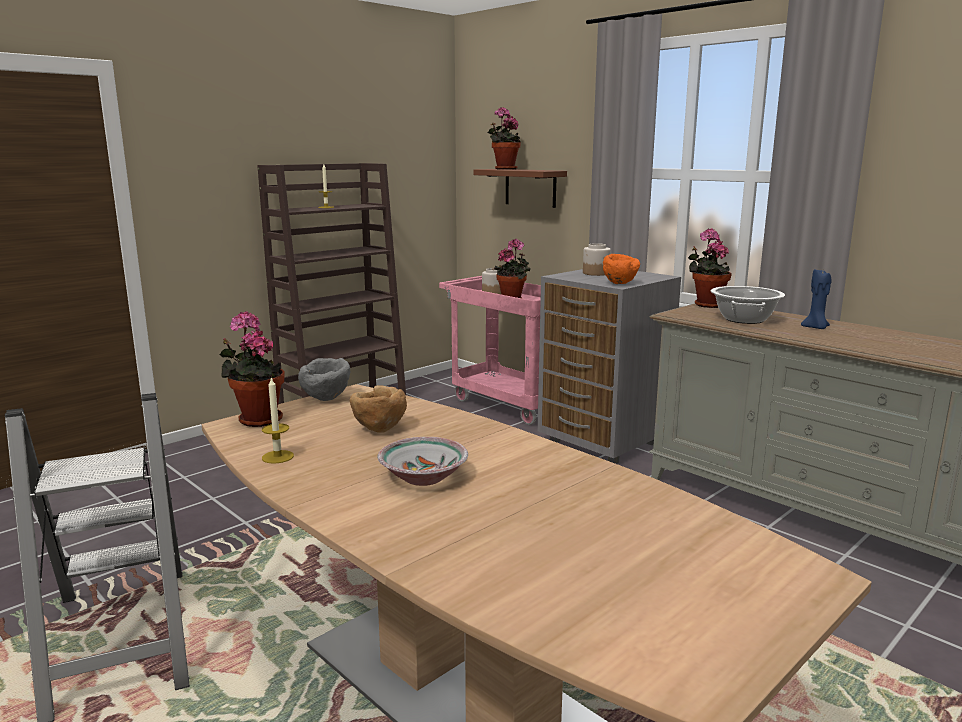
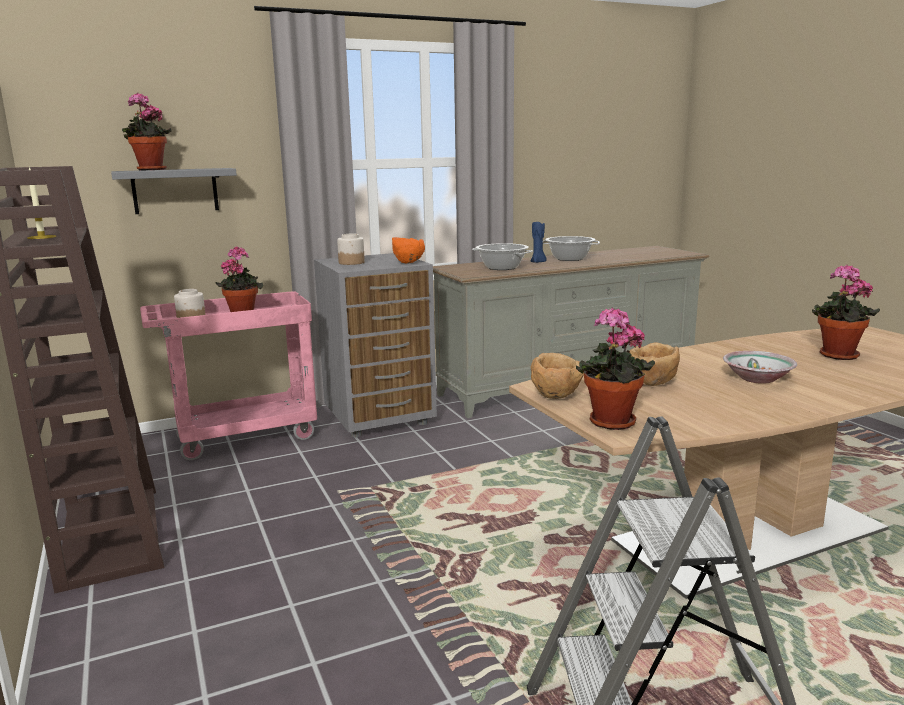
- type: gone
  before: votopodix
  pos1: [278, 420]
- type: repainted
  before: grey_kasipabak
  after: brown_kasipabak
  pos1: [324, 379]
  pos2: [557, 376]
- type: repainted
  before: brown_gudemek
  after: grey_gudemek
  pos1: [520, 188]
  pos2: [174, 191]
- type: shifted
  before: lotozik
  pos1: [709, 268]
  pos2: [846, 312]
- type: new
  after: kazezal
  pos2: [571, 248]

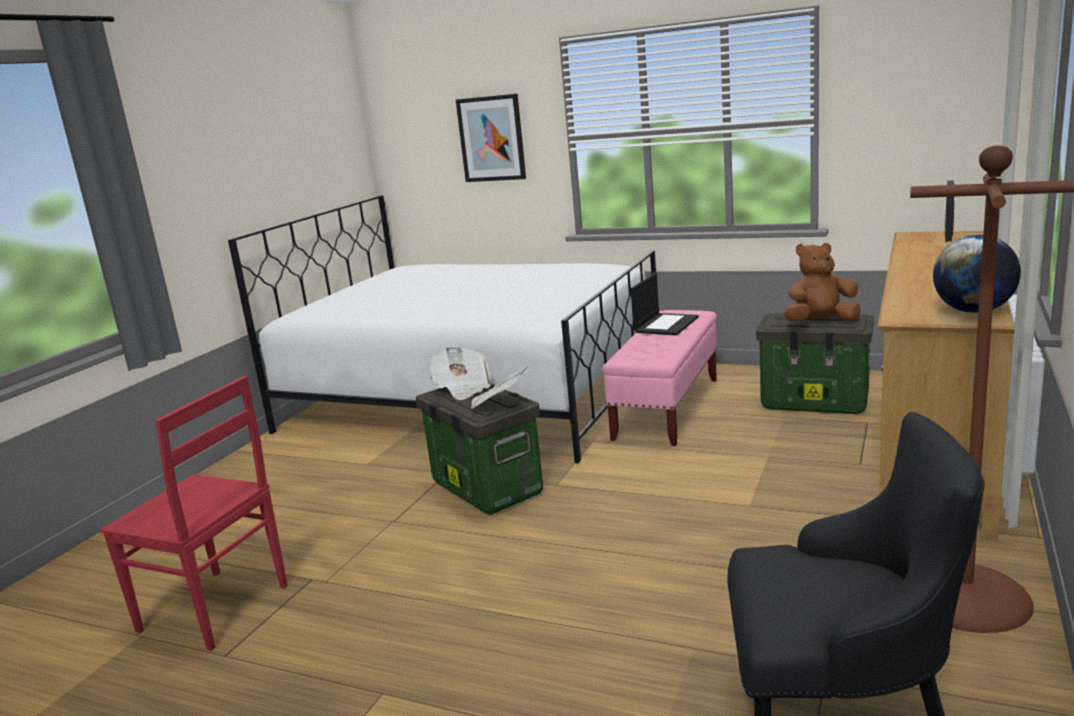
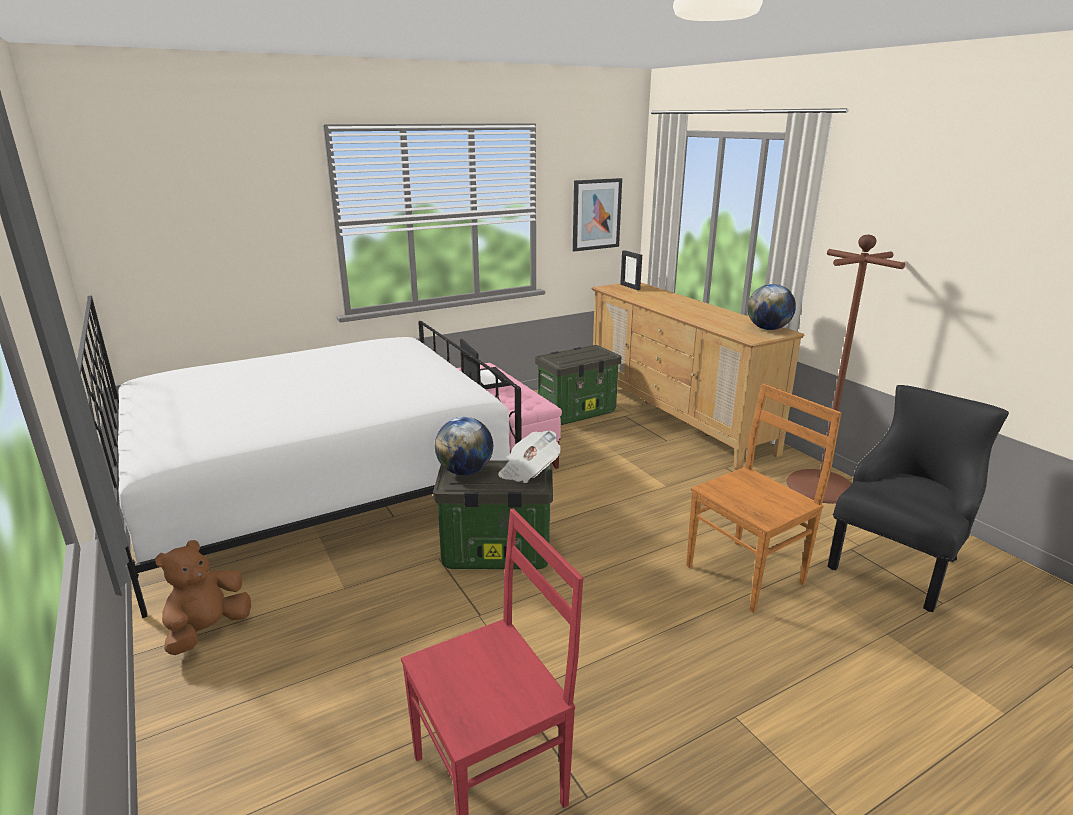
- type: swapped
  before: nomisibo
  after: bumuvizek
  pos1: [460, 373]
  pos2: [464, 446]
- type: shifted
  before: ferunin
  pos1: [491, 138]
  pos2: [597, 214]
- type: shifted
  before: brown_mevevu
  pos1: [822, 282]
  pos2: [203, 597]
- type: new
  after: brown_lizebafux
  pos2: [764, 498]

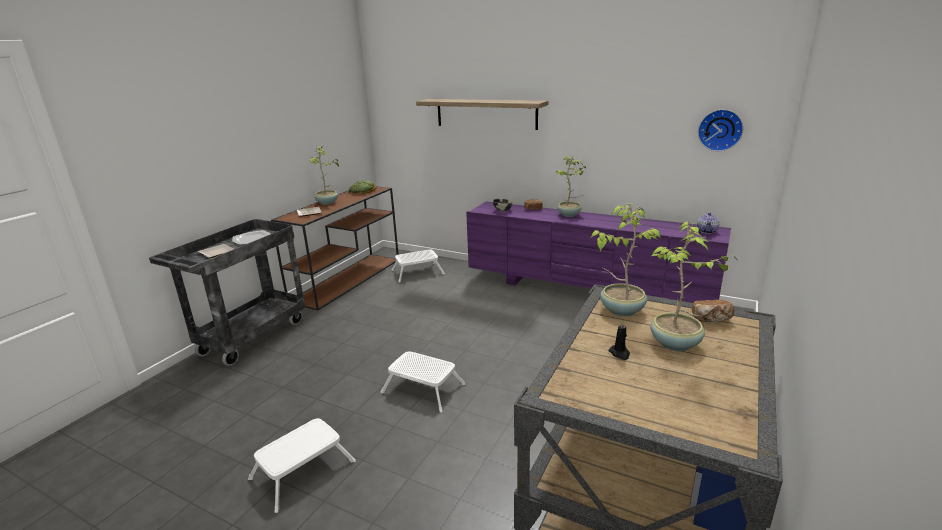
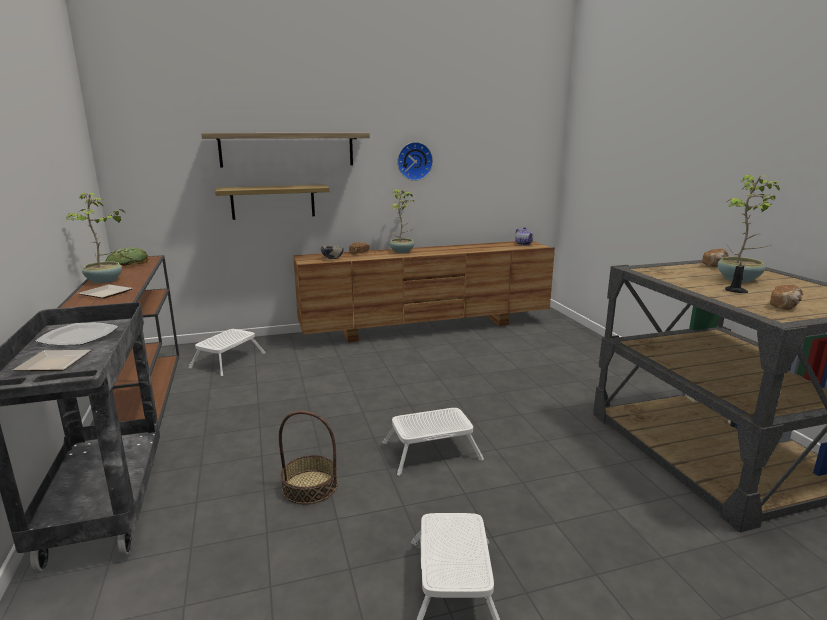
- type: repainted
  before: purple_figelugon
  after: brown_figelugon
  pos1: [598, 252]
  pos2: [424, 291]
- type: gone
  before: lotozik
  pos1: [626, 260]
- type: shifted
  before: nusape
  pos1: [720, 130]
  pos2: [415, 161]
- type: new
  after: gudemek
  pos2: [272, 202]
- type: new
  after: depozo
  pos2: [308, 458]
- type: new
  after: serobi
  pos2: [786, 297]

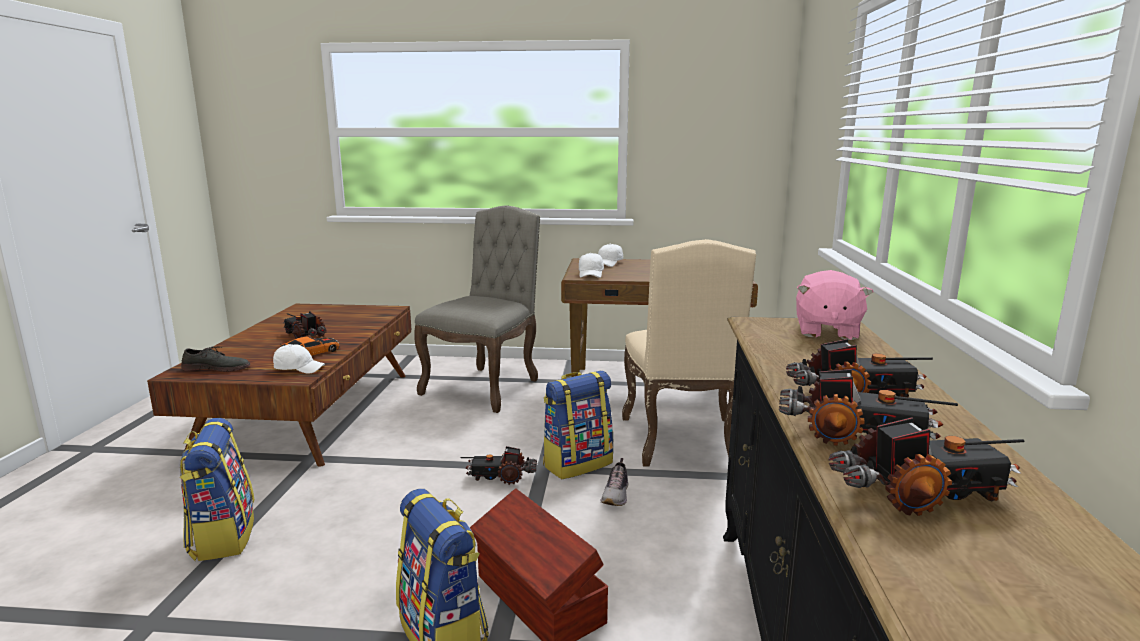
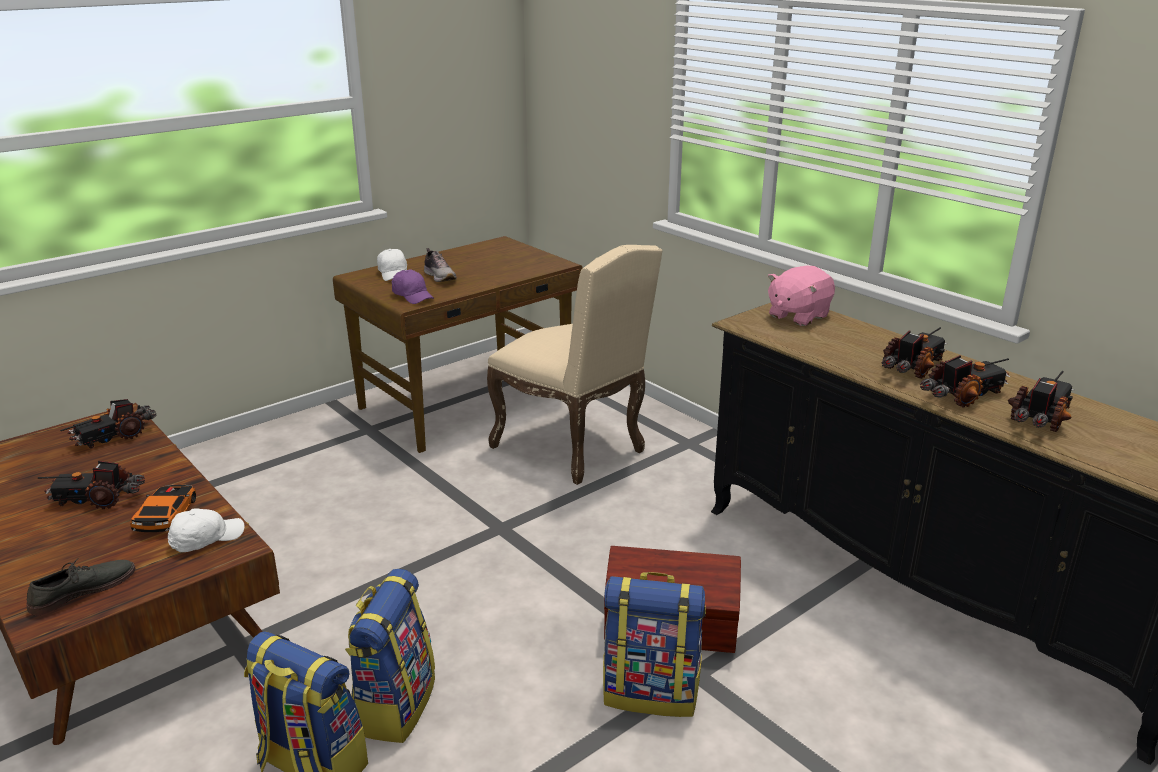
- type: gone
  before: grey_lizebafux
  pos1: [477, 309]
- type: shifted
  before: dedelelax
  pos1: [498, 465]
  pos2: [108, 423]
- type: shifted
  before: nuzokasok
  pos1: [578, 425]
  pos2: [390, 656]
- type: repainted
  before: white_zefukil
  after: purple_zefukil
  pos1: [591, 265]
  pos2: [413, 286]
- type: shifted
  before: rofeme
  pos1: [614, 482]
  pos2: [440, 265]
- type: rotated
  before: pink_mevevu
  pos1: [834, 305]
  pos2: [801, 295]
  turn: 75

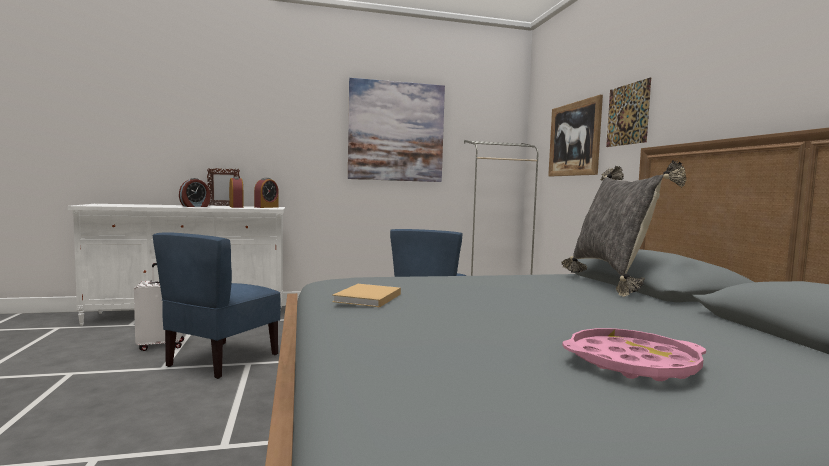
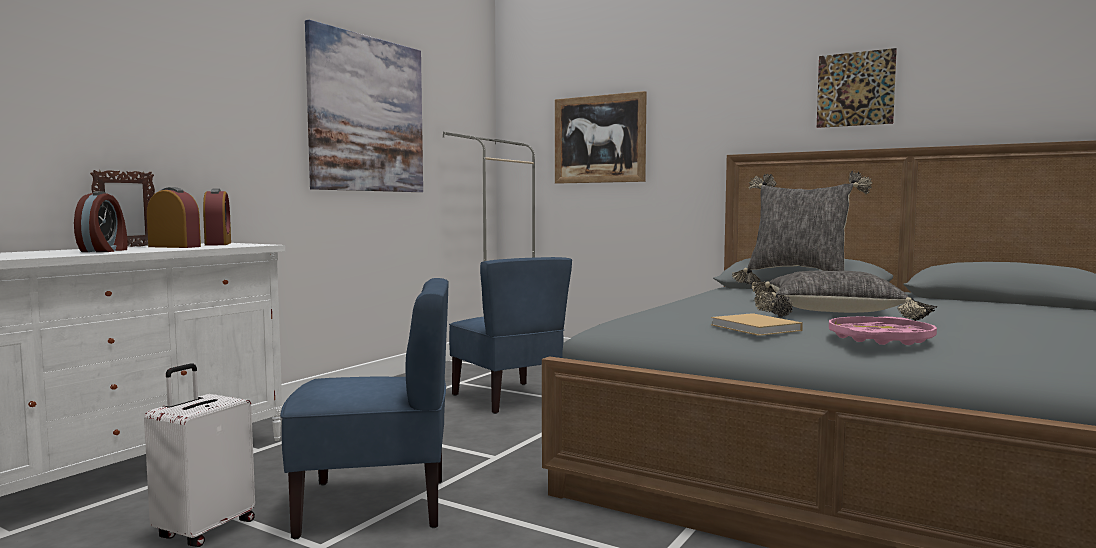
- type: rotated
  before: blue_lizebafux
  pos1: [217, 305]
  pos2: [364, 409]
  turn: -75
- type: shifted
  before: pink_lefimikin
  pos1: [634, 354]
  pos2: [883, 331]
- type: shifted
  before: ferunin
  pos1: [628, 112]
  pos2: [857, 88]
- type: new
  after: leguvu
  pos2: [844, 296]

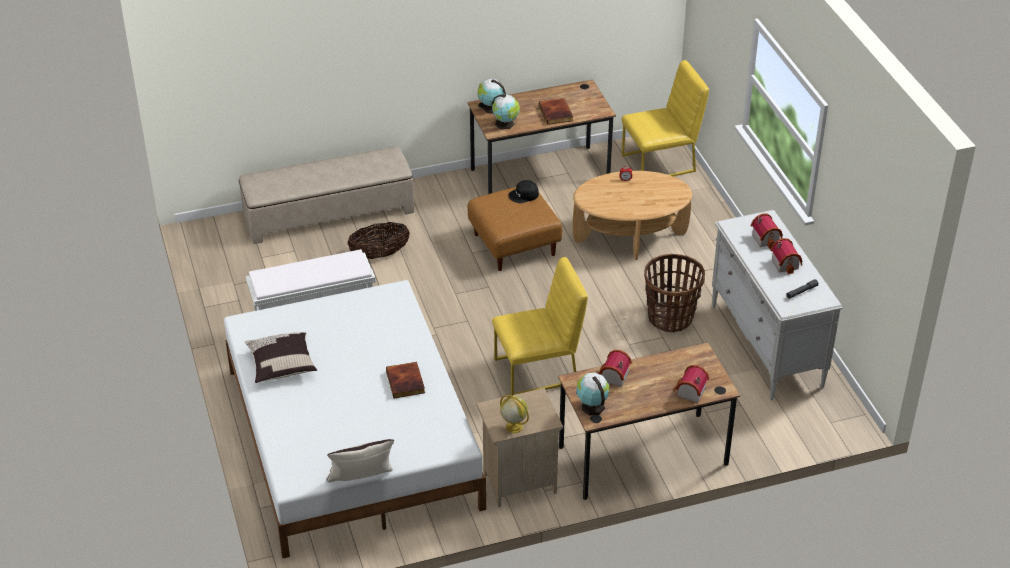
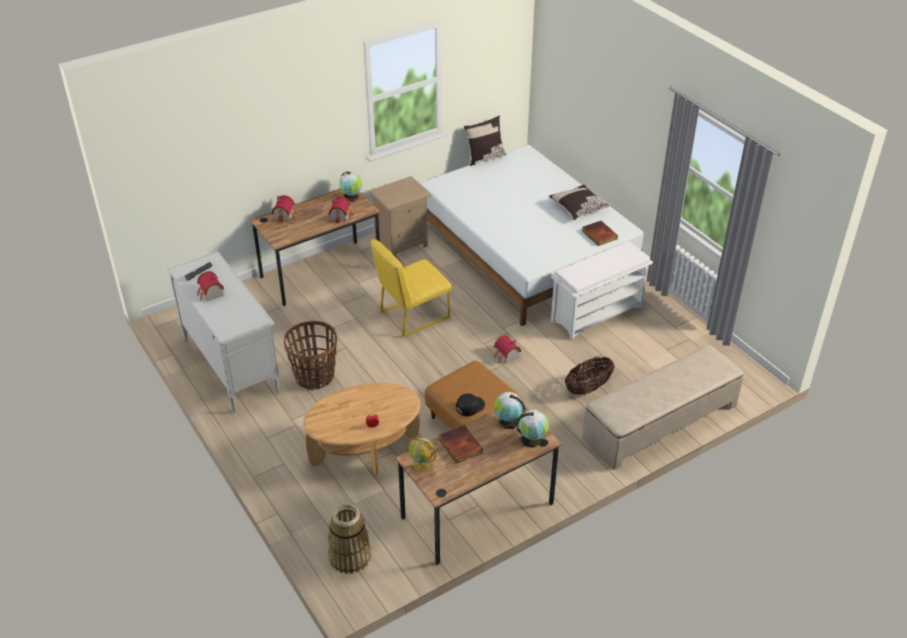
- type: shifted
  before: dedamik
  pos1: [405, 380]
  pos2: [600, 233]
- type: shifted
  before: bumuvizek
  pos1: [514, 414]
  pos2: [421, 455]
- type: swapped
  before: yellow_lizebafux
  after: depozo
  pos1: [665, 118]
  pos2: [349, 539]
- type: shifted
  before: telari
  pos1: [767, 231]
  pos2: [507, 349]

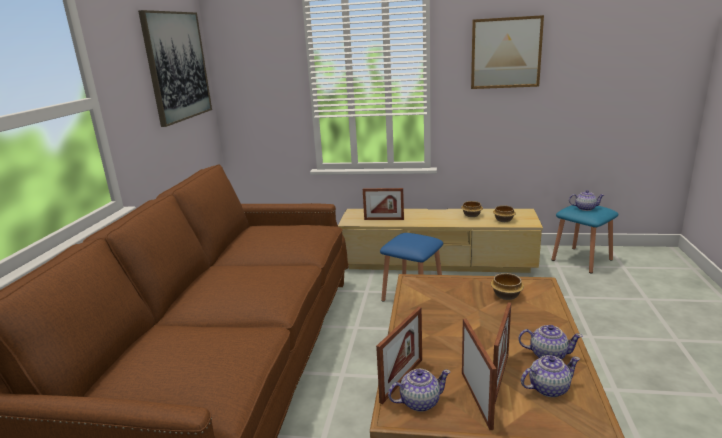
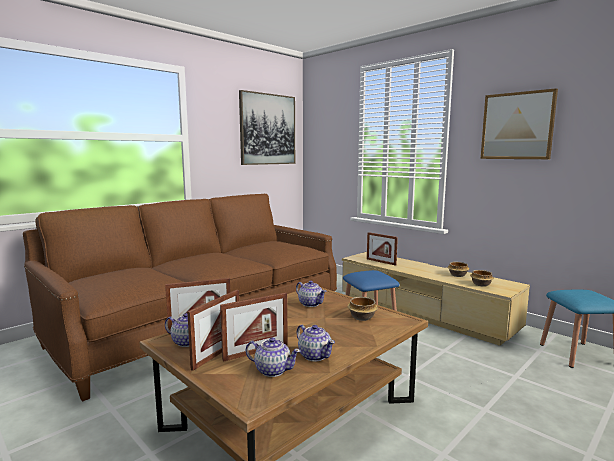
- type: shifted
  before: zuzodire
  pos1: [586, 200]
  pos2: [311, 294]

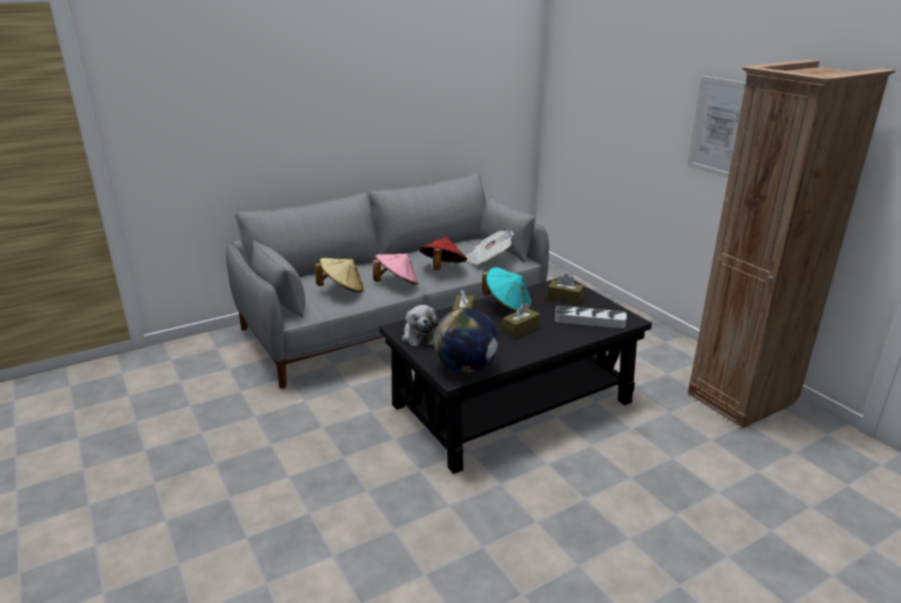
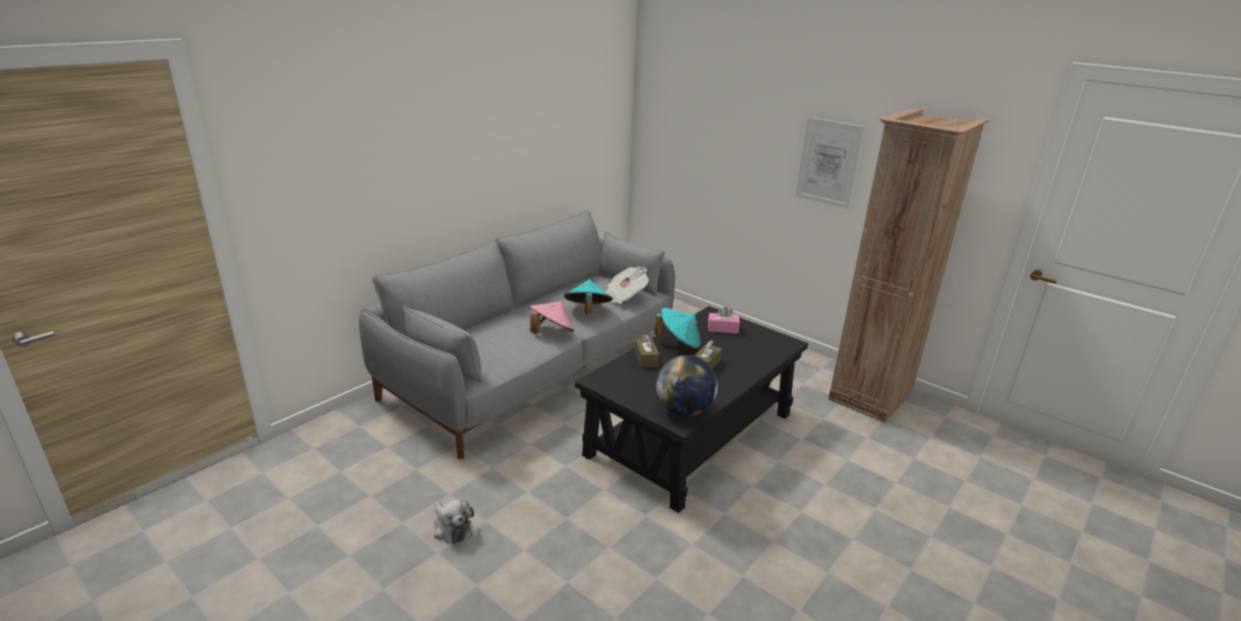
- type: gone
  before: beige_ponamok
  pos1: [339, 275]
- type: shifted
  before: mevevu
  pos1: [421, 326]
  pos2: [454, 521]
- type: repainted
  before: red_ponamok
  after: turquoise_ponamok
  pos1: [443, 253]
  pos2: [588, 297]
- type: repainted
  before: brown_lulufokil
  after: pink_lulufokil
  pos1: [565, 289]
  pos2: [724, 320]
- type: gone
  before: grey_lefimikin
  pos1: [591, 317]

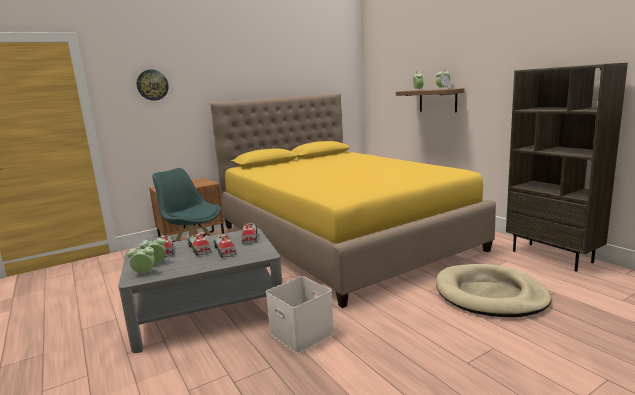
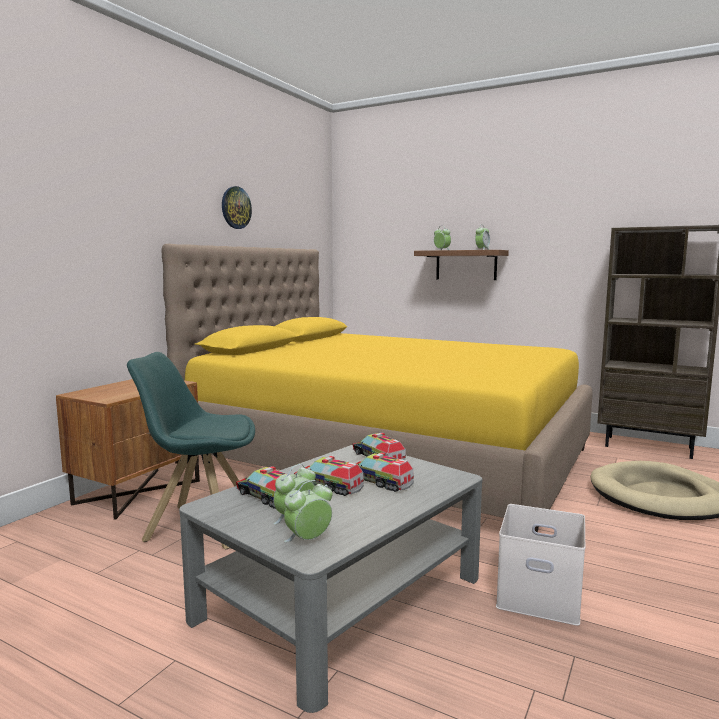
- type: shifted
  before: nusape
  pos1: [153, 85]
  pos2: [237, 207]

